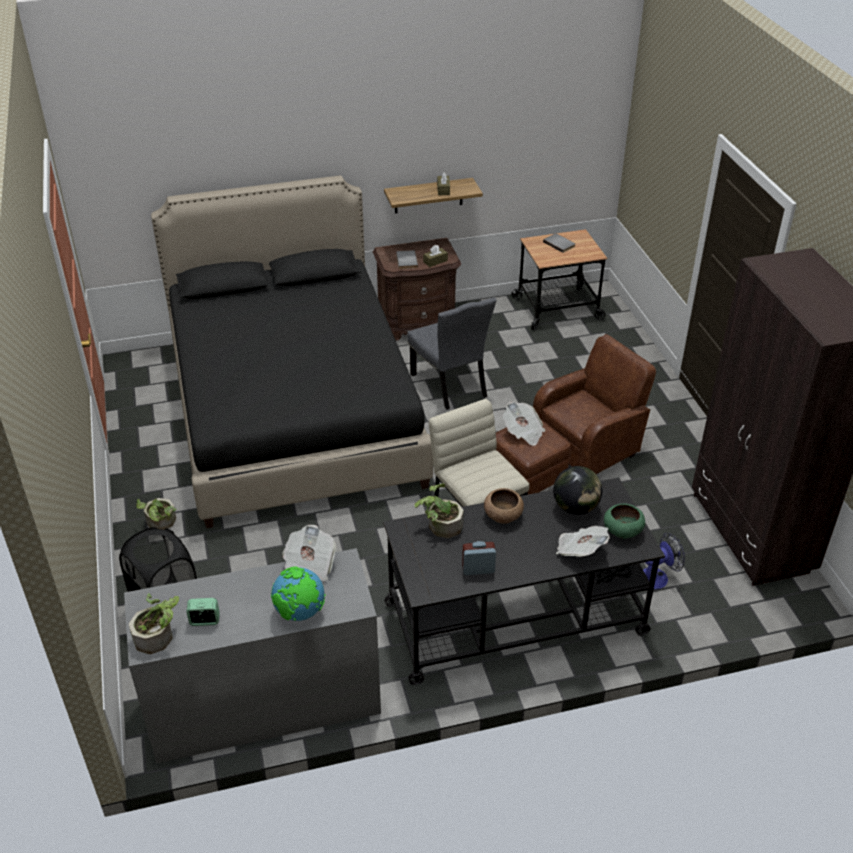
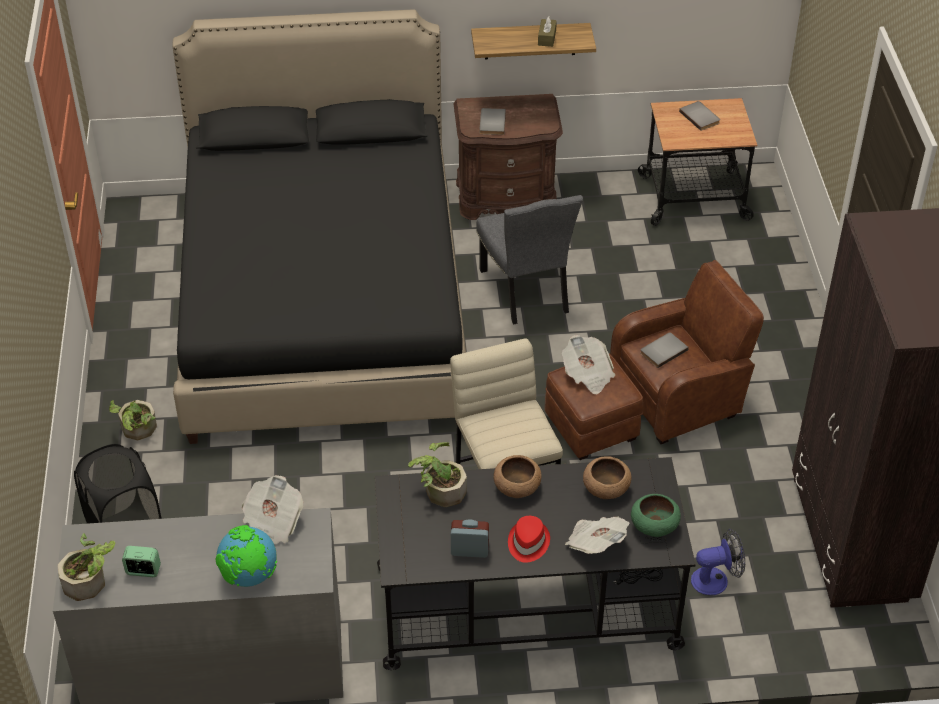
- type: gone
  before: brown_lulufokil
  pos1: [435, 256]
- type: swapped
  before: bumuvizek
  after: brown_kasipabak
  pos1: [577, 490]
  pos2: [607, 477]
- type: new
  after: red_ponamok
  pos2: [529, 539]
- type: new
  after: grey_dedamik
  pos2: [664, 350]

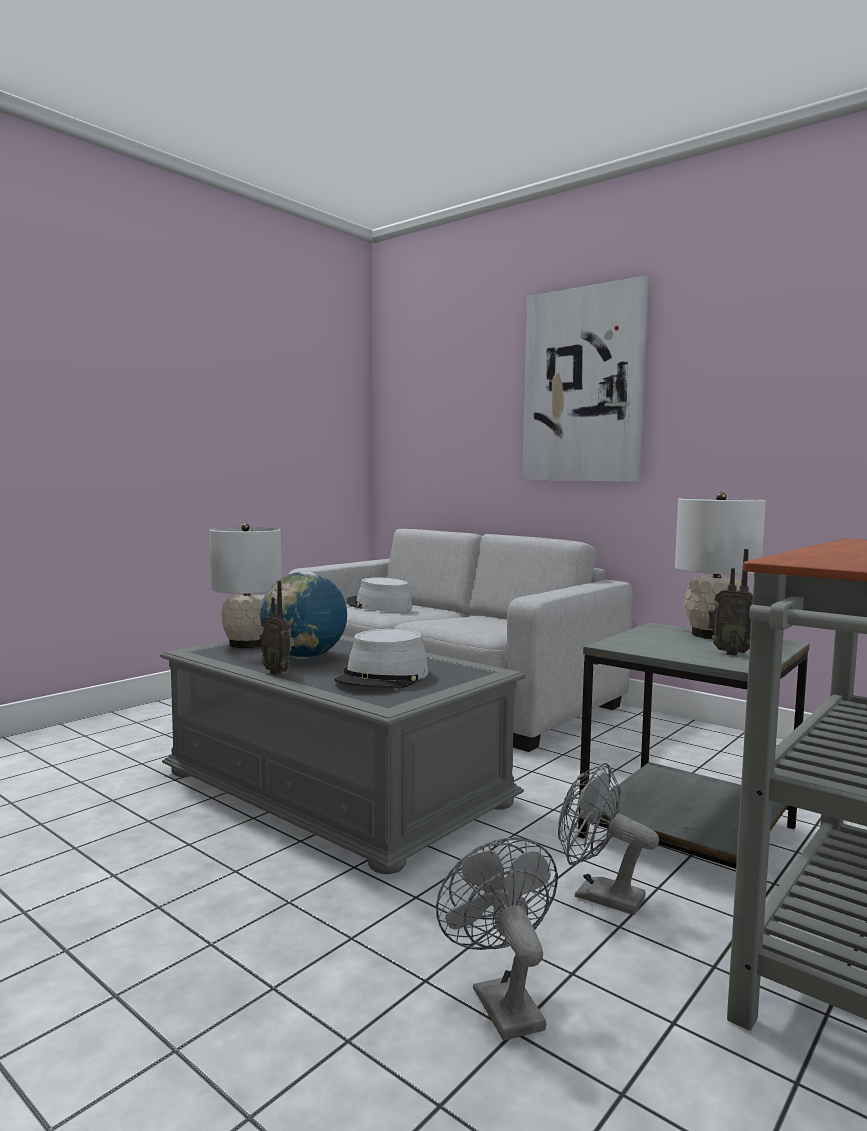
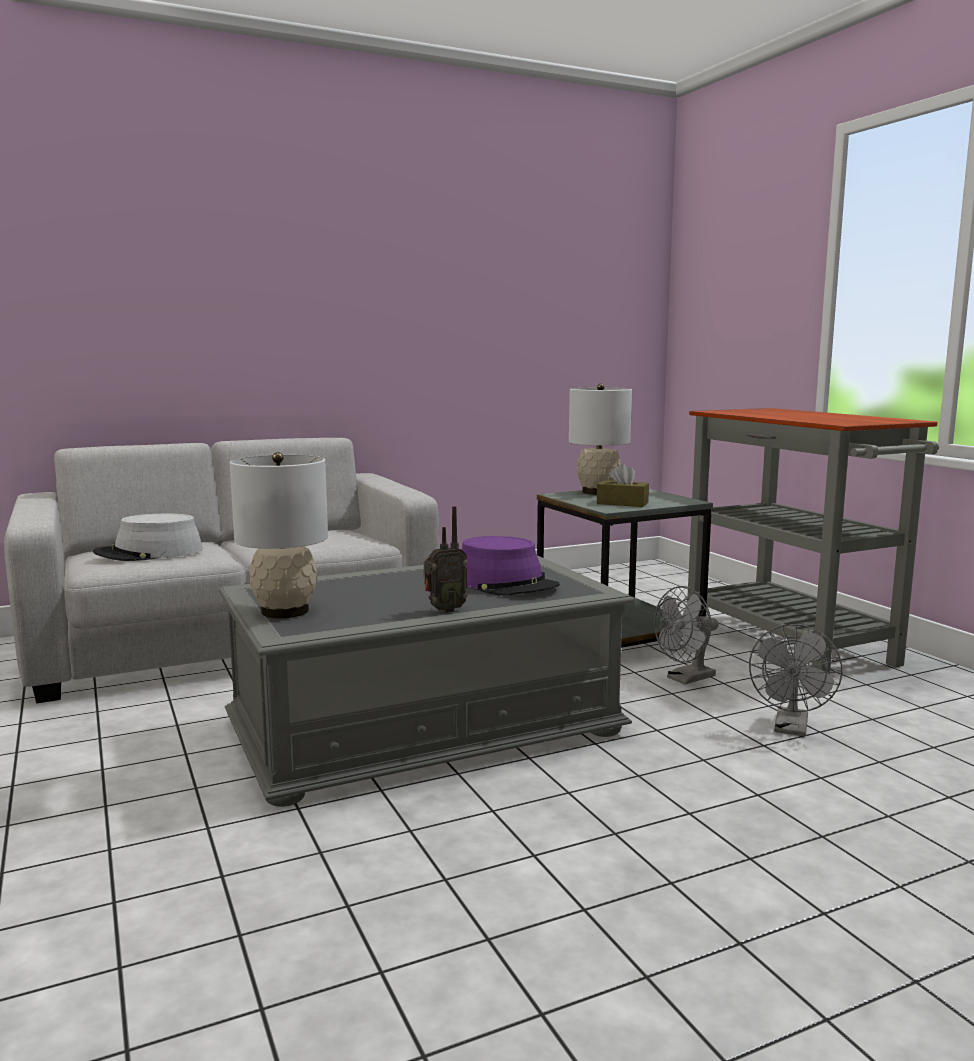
- type: gone
  before: bumuvizek
  pos1: [303, 615]
- type: repainted
  before: grey_ponamok
  after: purple_ponamok
  pos1: [381, 658]
  pos2: [511, 566]
- type: rotated
  before: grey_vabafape
  pos1: [497, 939]
  pos2: [795, 680]
  turn: -75
- type: gone
  before: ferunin
  pos1: [585, 379]
- type: gone
  before: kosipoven
  pos1: [730, 602]
- type: new
  after: brown_lulufokil
  pos2: [623, 485]

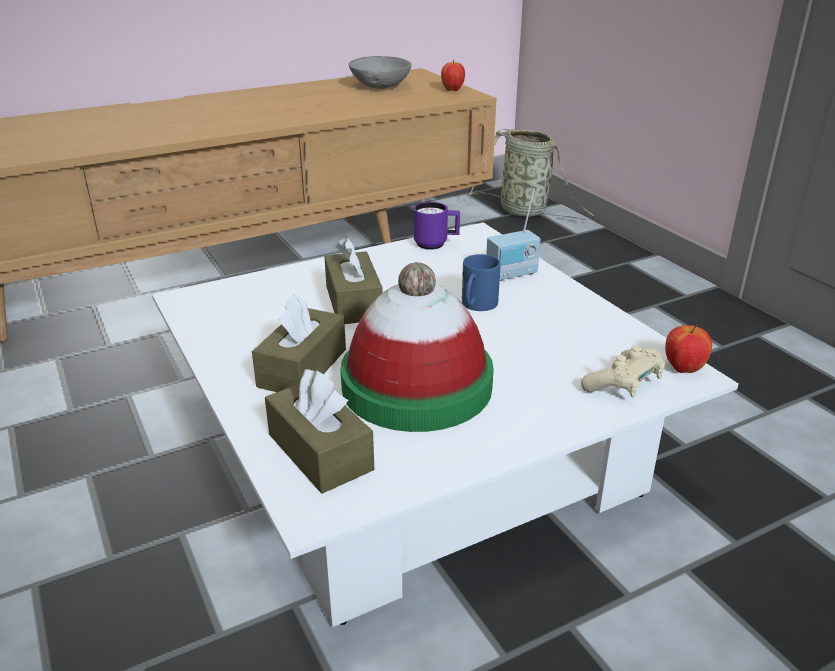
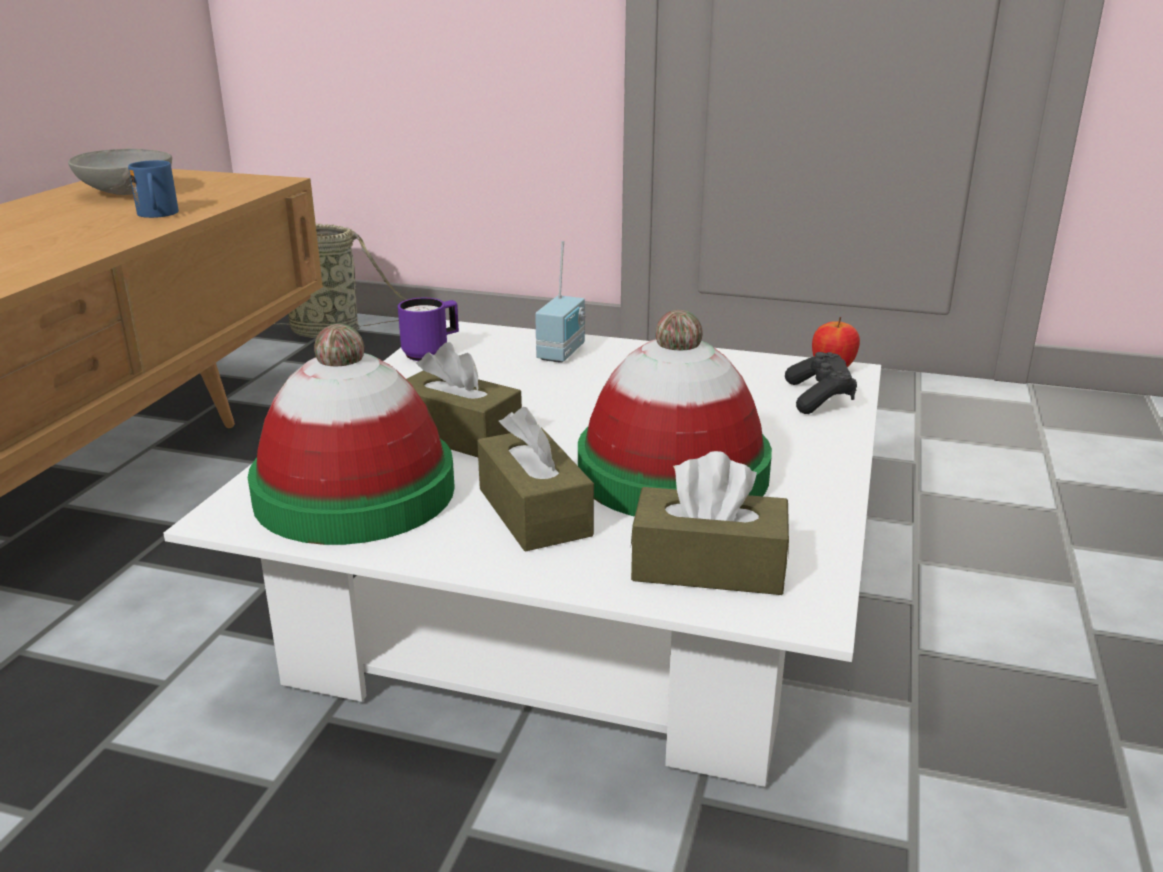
- type: gone
  before: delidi
  pos1: [453, 75]
- type: shifted
  before: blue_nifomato
  pos1: [481, 282]
  pos2: [153, 189]
- type: repainted
  before: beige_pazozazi
  after: black_pazozazi
  pos1: [623, 371]
  pos2: [821, 383]
- type: new
  after: ponamok
  pos2: [351, 434]

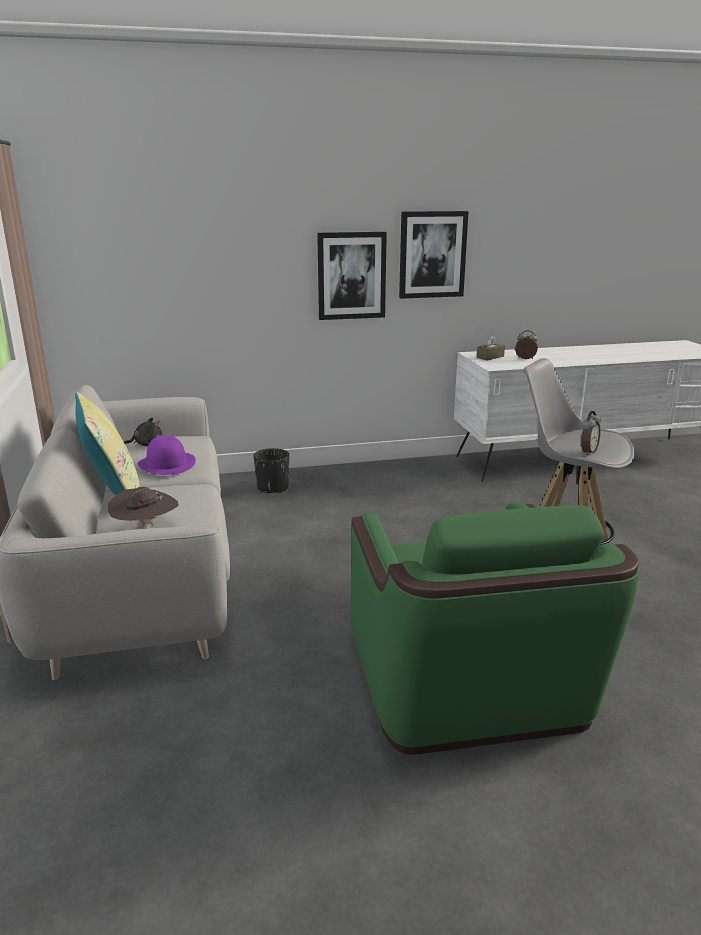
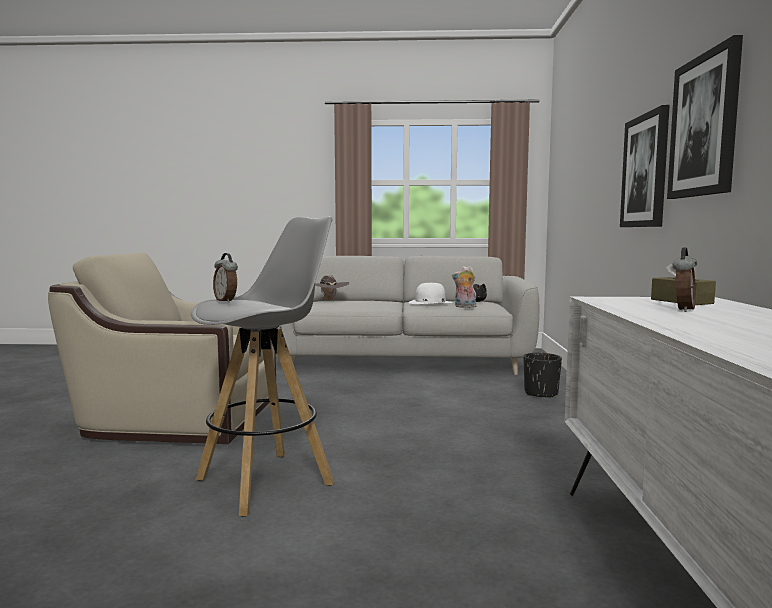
- type: gone
  before: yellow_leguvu
  pos1: [107, 443]
- type: repainted
  before: purple_ponamok
  after: white_ponamok
  pos1: [167, 455]
  pos2: [430, 293]
- type: repainted
  before: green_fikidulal
  after: beige_fikidulal
  pos1: [495, 628]
  pos2: [162, 348]
- type: new
  after: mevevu
  pos2: [464, 287]

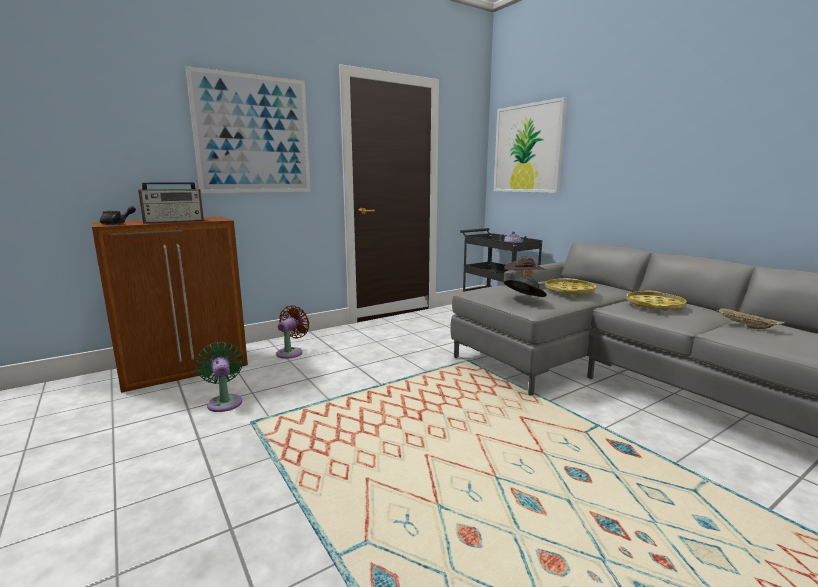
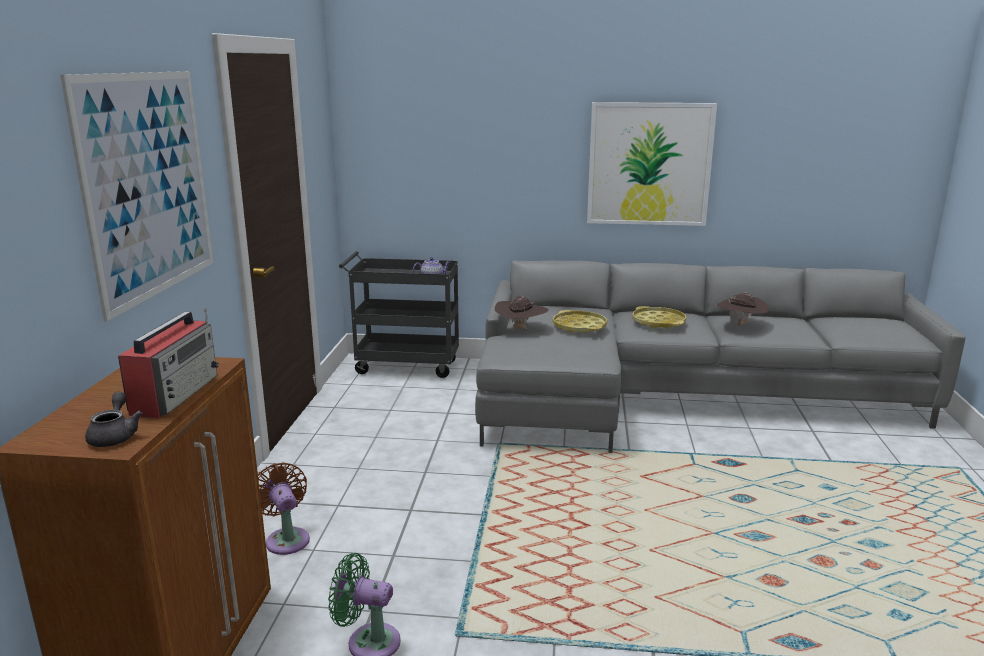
- type: shifted
  before: ferunin
  pos1: [530, 145]
  pos2: [652, 164]
- type: gone
  before: grey_ponamok
  pos1: [525, 286]
- type: swapped
  before: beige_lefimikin
  after: brown_ponamok
  pos1: [750, 318]
  pos2: [743, 308]

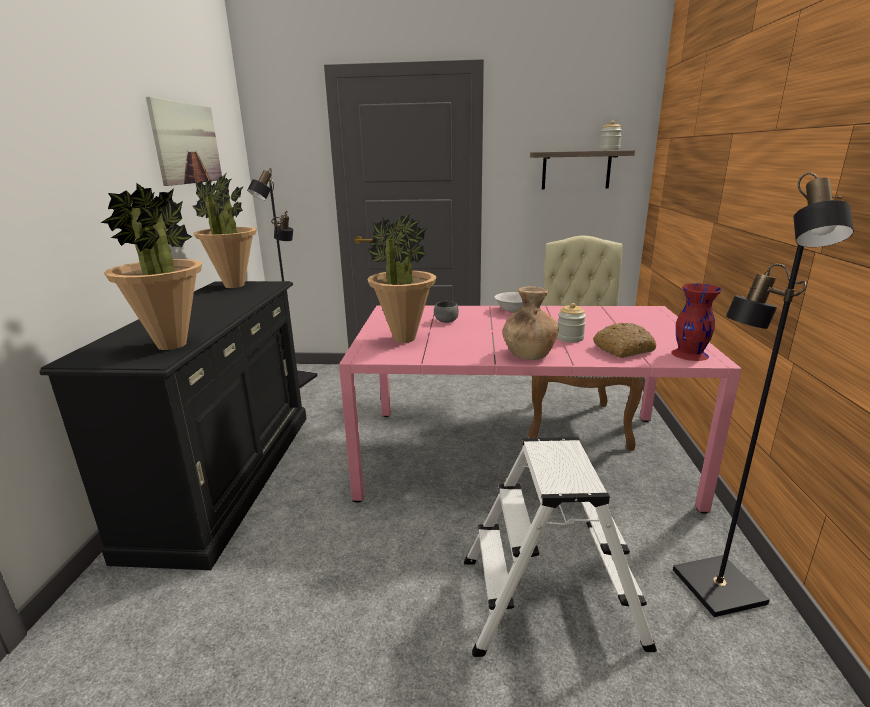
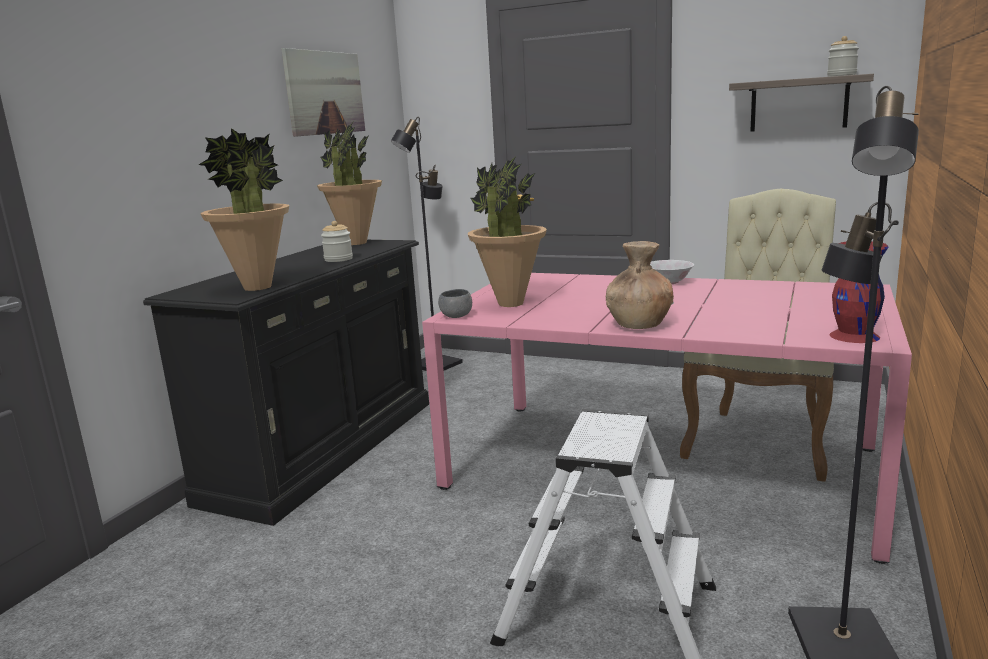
- type: shifted
  before: grey_kasipabak
  pos1: [446, 312]
  pos2: [455, 303]
- type: shifted
  before: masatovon
  pos1: [571, 322]
  pos2: [337, 241]
- type: gone
  before: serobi
  pos1: [624, 340]

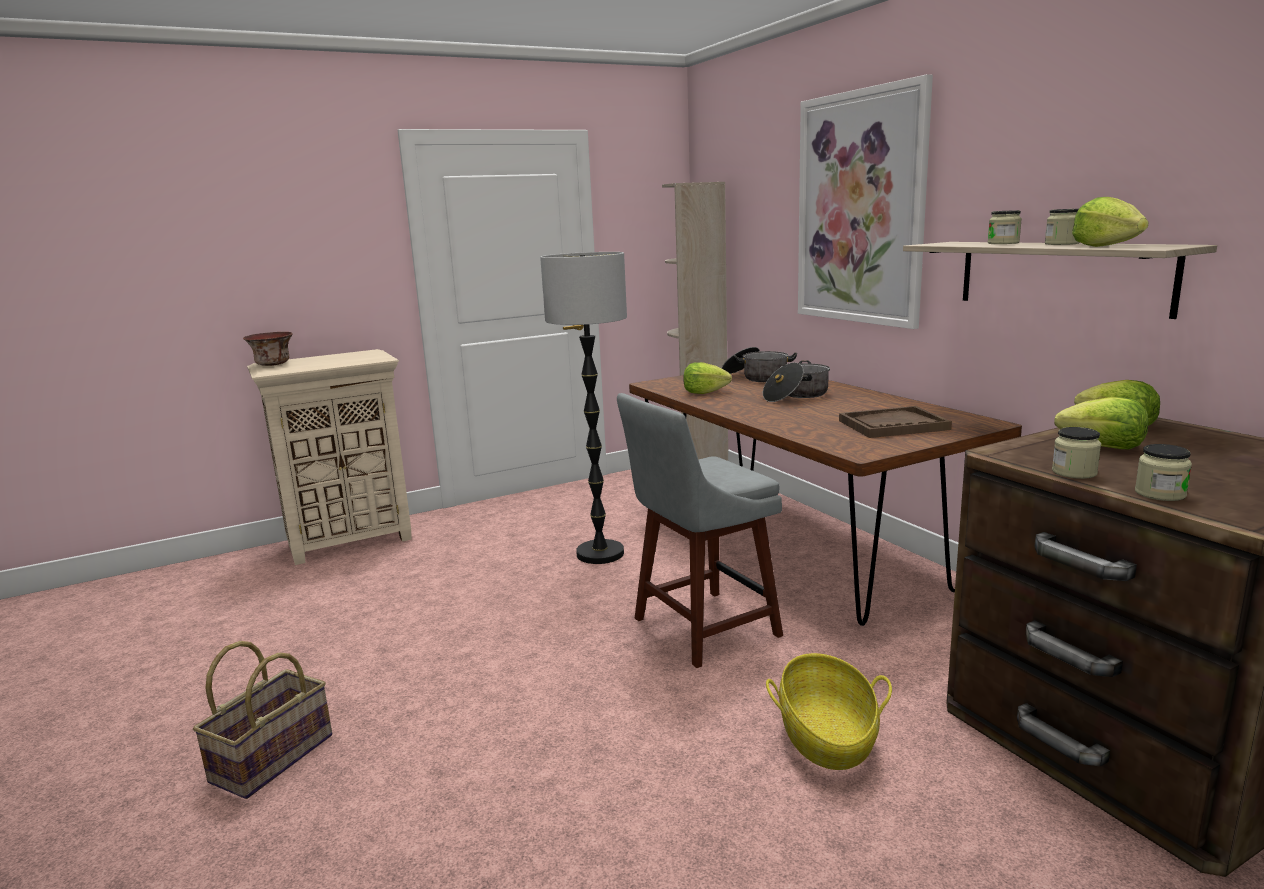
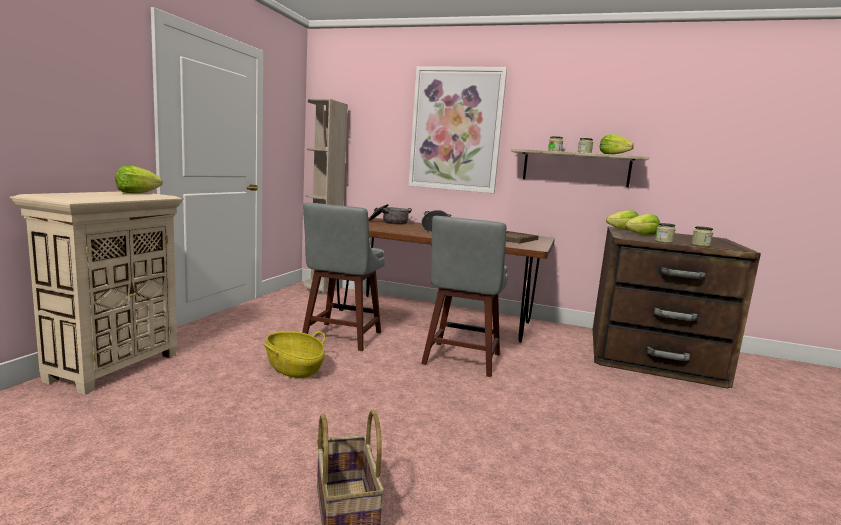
- type: gone
  before: kasipabak
  pos1: [268, 349]
- type: swapped
  before: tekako
  after: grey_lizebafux
  pos1: [583, 408]
  pos2: [343, 277]
- type: shifted
  before: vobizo
  pos1: [708, 378]
  pos2: [139, 180]
- type: shifted
  before: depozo
  pos1: [829, 711]
  pos2: [294, 354]

